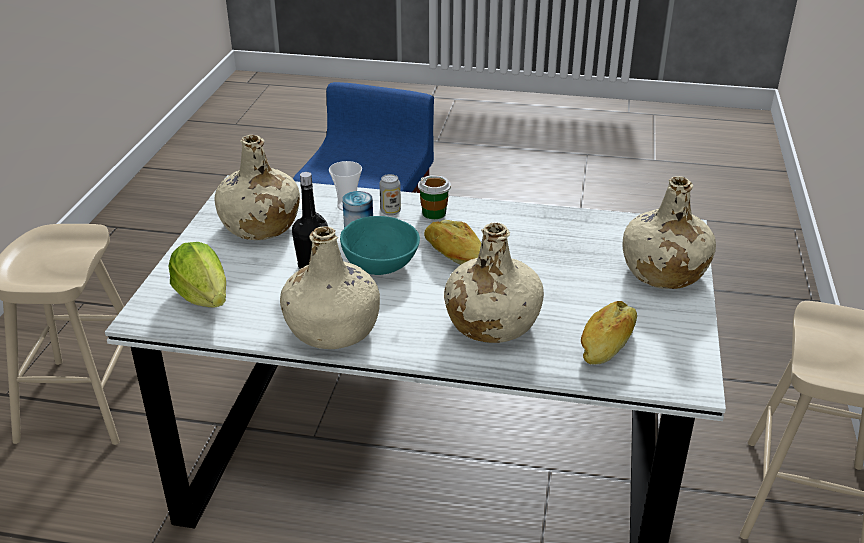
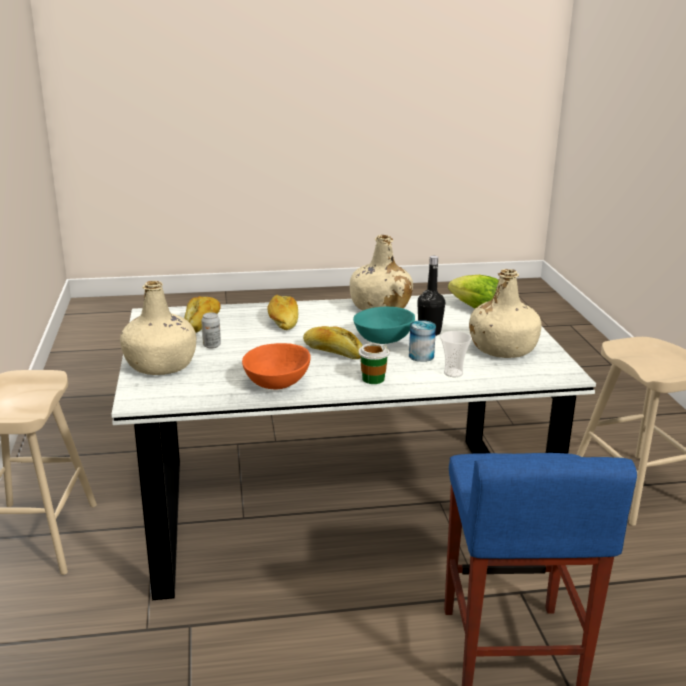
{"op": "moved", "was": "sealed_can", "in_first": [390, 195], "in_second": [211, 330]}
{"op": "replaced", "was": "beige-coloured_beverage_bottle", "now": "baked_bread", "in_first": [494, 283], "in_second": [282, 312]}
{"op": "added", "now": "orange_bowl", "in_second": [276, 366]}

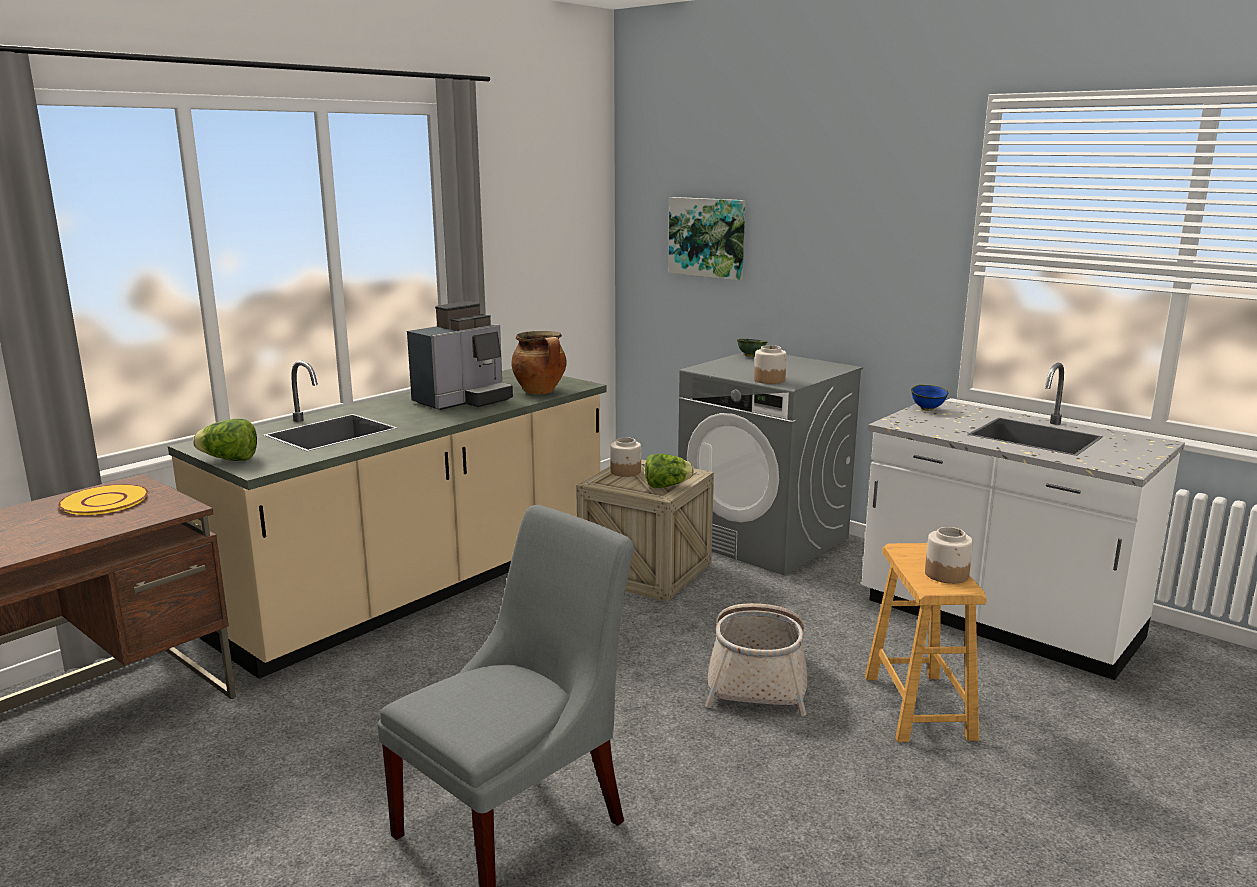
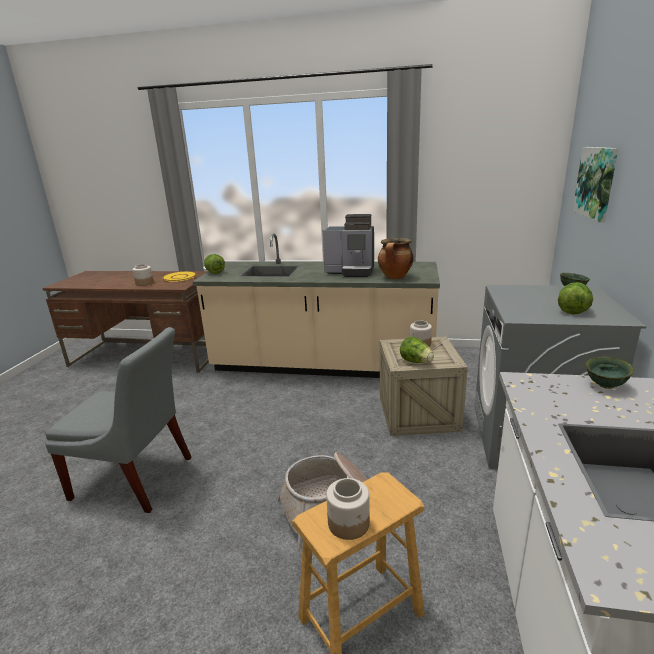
{"op": "moved", "was": "jar", "in_first": [770, 364], "in_second": [143, 275]}
{"op": "recoloured", "was": "bluish_bowl", "now": "greenish_bowl", "in_first": [929, 398], "in_second": [610, 373]}
{"op": "added", "now": "lettuce_head", "in_second": [575, 298]}

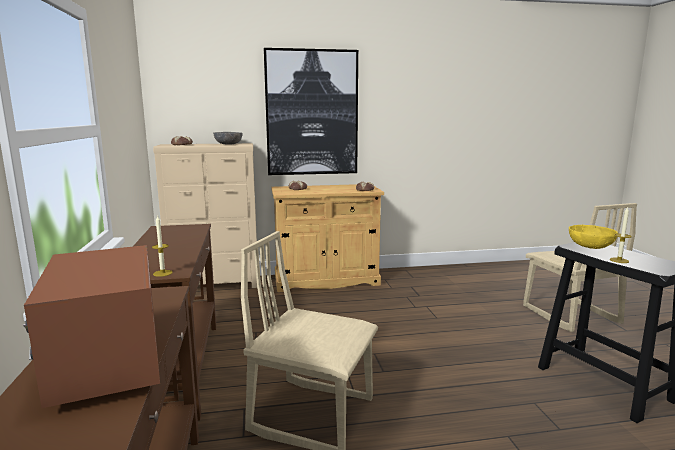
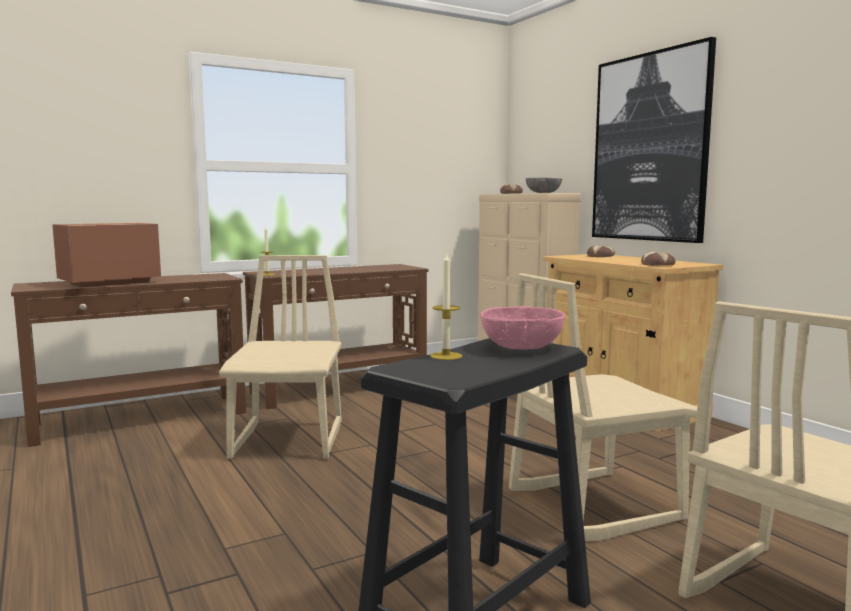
{"op": "recoloured", "was": "yellow-coloured_bowl", "now": "pink-coloured_bowl", "in_first": [593, 237], "in_second": [523, 328]}
{"op": "added", "now": "beige-coloured_upright_chair", "in_second": [603, 407]}

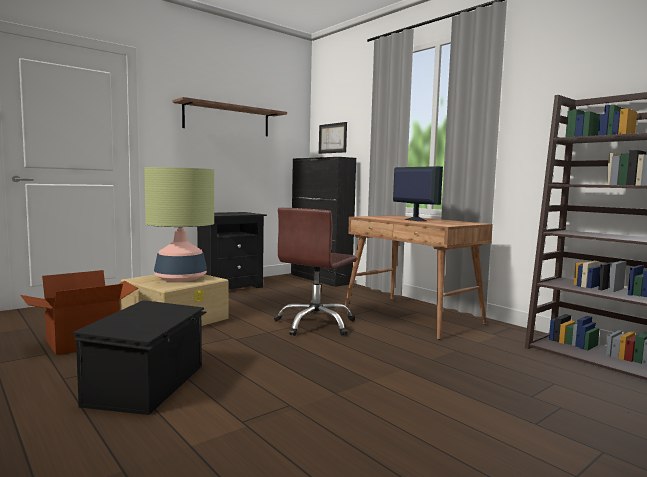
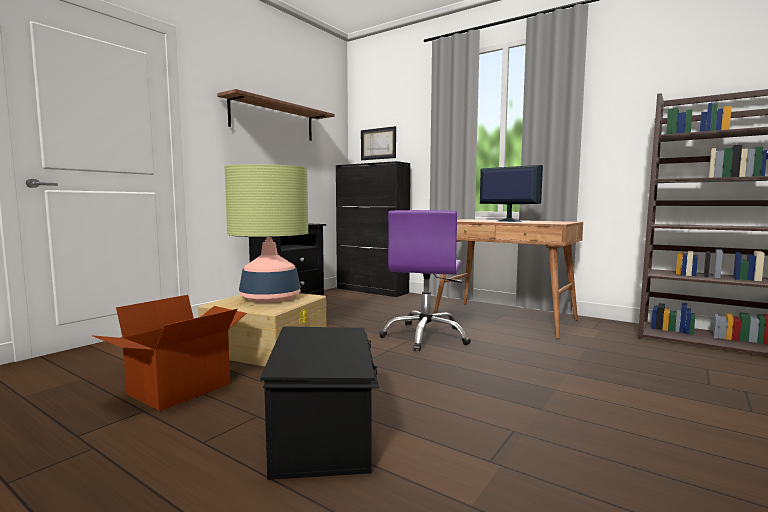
{"op": "recoloured", "was": "brown-coloured_office_chair", "now": "purplish_office_chair", "in_first": [315, 272], "in_second": [425, 280]}

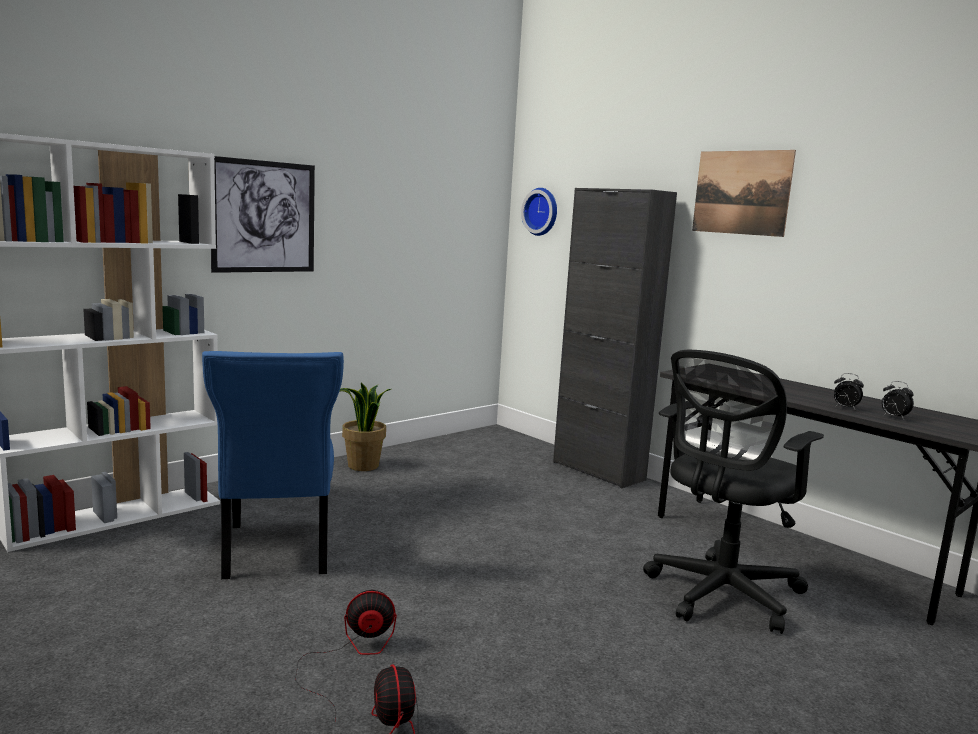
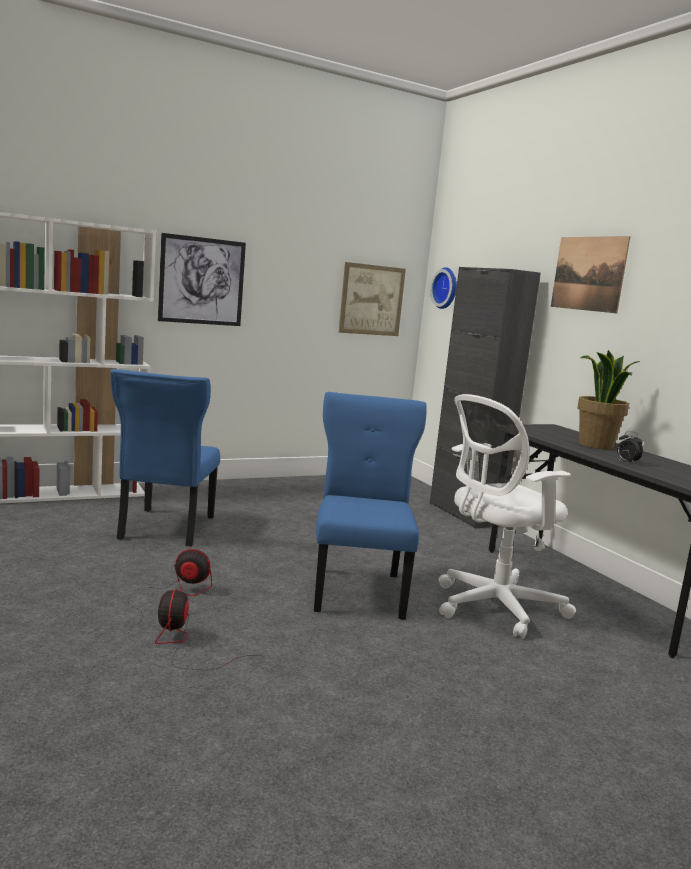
{"op": "recoloured", "was": "black-coloured_office_chair", "now": "whitish_office_chair", "in_first": [733, 492], "in_second": [507, 516]}
{"op": "removed", "was": "table_clock", "in_first": [898, 400]}
{"op": "moved", "was": "plant_in_a_pot", "in_first": [365, 427], "in_second": [608, 400]}
{"op": "added", "now": "wall_art", "in_second": [372, 299]}
{"op": "added", "now": "bluish_upright_chair", "in_second": [370, 506]}

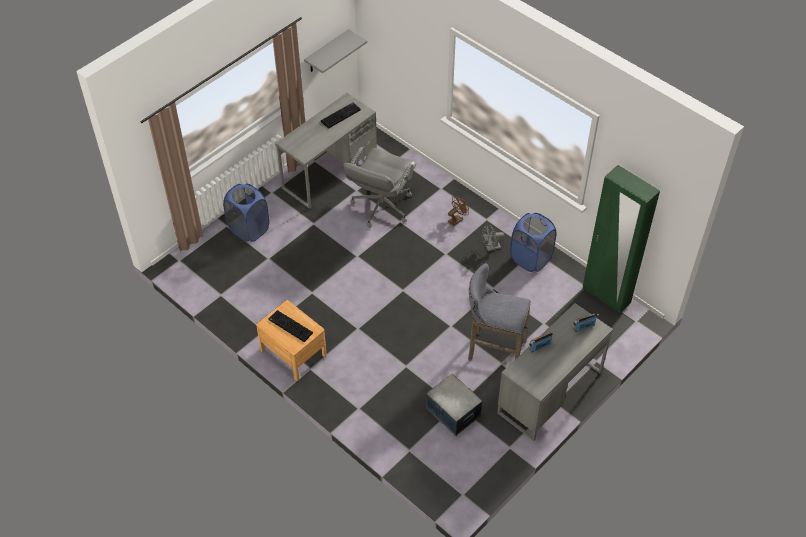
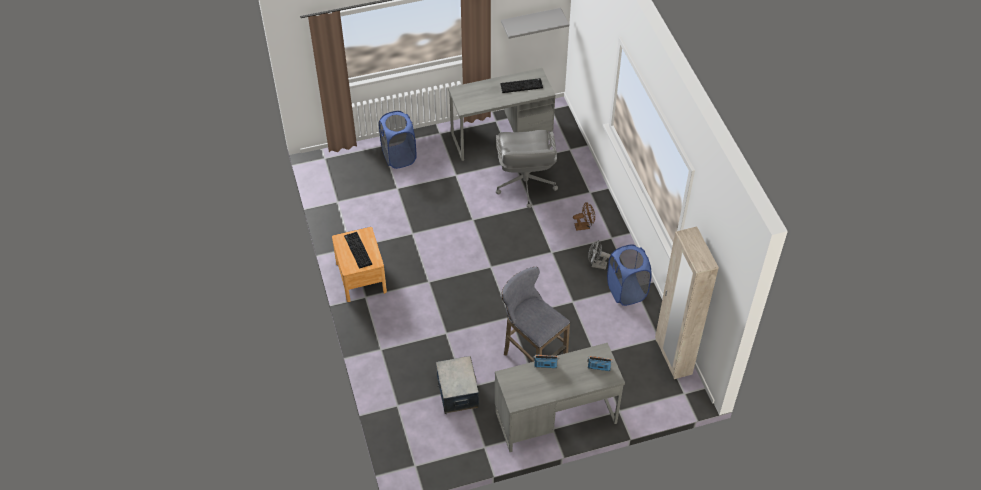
{"op": "turned", "was": "gray_office_chair", "in_first": [380, 187], "in_second": [527, 169], "clockwise": -60}
{"op": "recoloured", "was": "greenish_clothes_cupboard", "now": "beige-coloured_clothes_cupboard", "in_first": [621, 239], "in_second": [687, 303]}

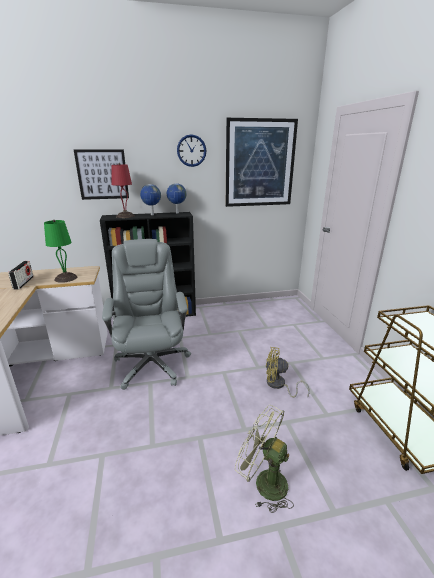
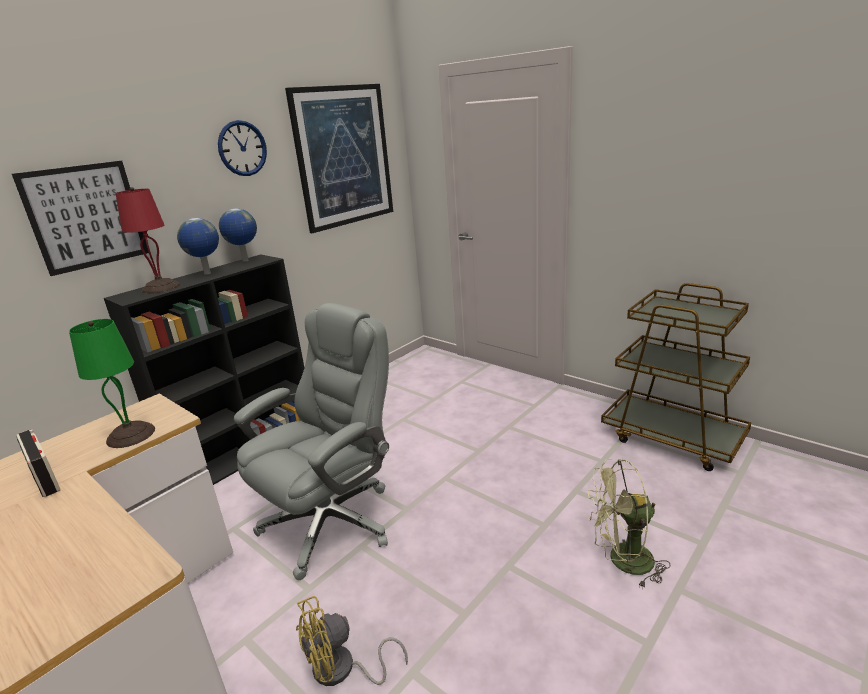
{"op": "turned", "was": "gray_office_chair", "in_first": [146, 314], "in_second": [311, 441], "clockwise": 90}
{"op": "moved", "was": "yellow-coloured_fan", "in_first": [288, 372], "in_second": [352, 641]}

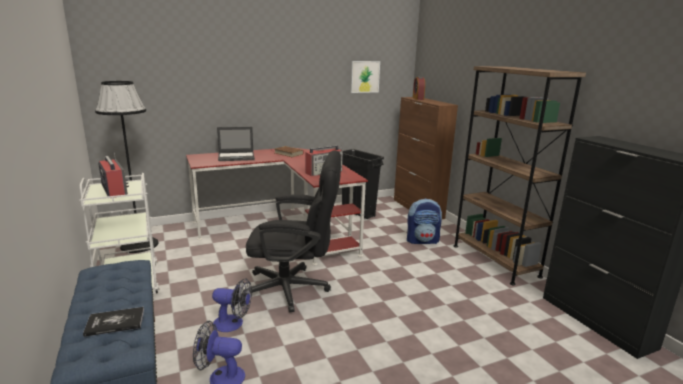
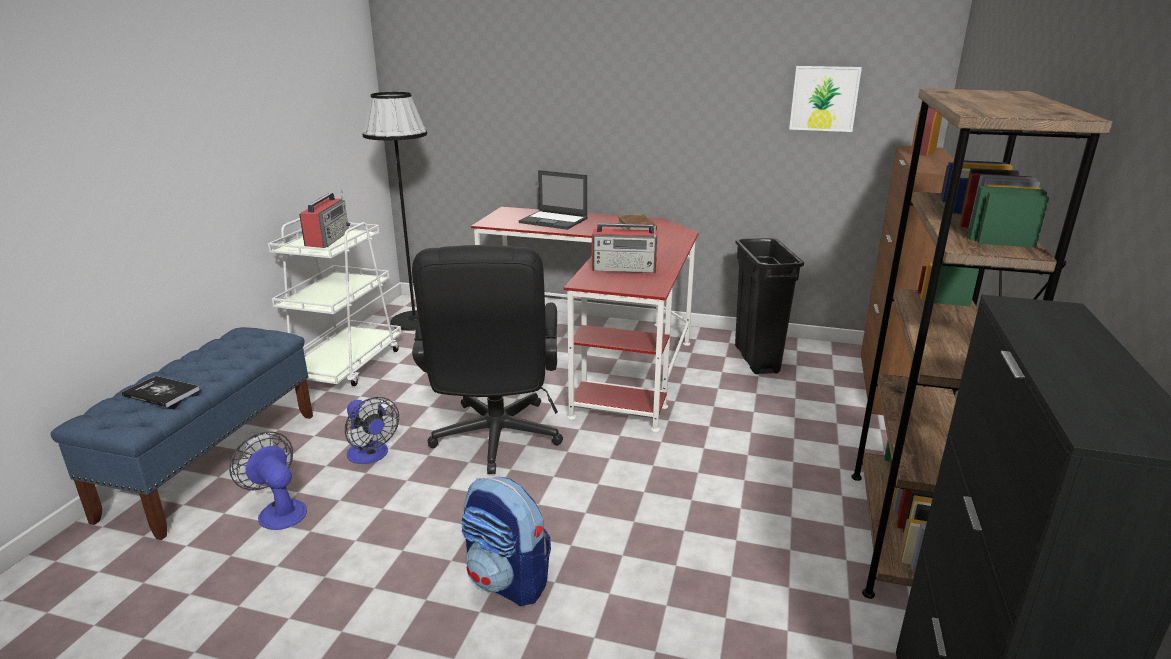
{"op": "turned", "was": "black-coloured_office_chair", "in_first": [293, 231], "in_second": [487, 359], "clockwise": 45}
{"op": "moved", "was": "backpack", "in_first": [424, 221], "in_second": [506, 541]}

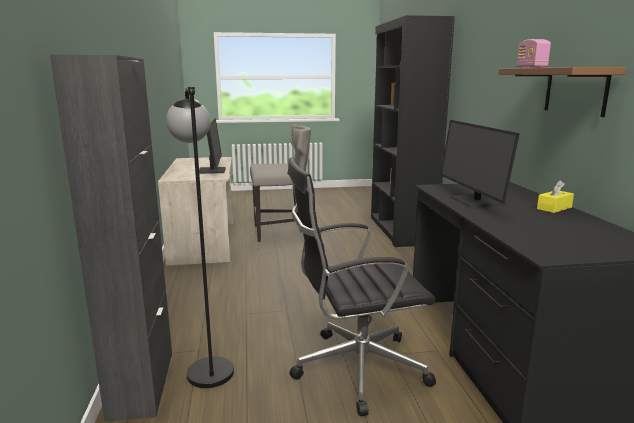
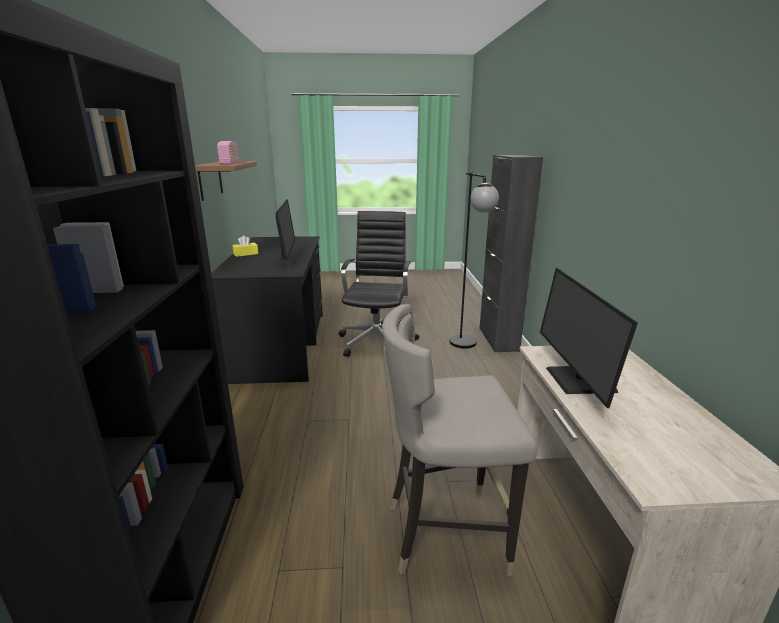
{"op": "turned", "was": "black-coloured_office_chair", "in_first": [362, 286], "in_second": [379, 284], "clockwise": -75}

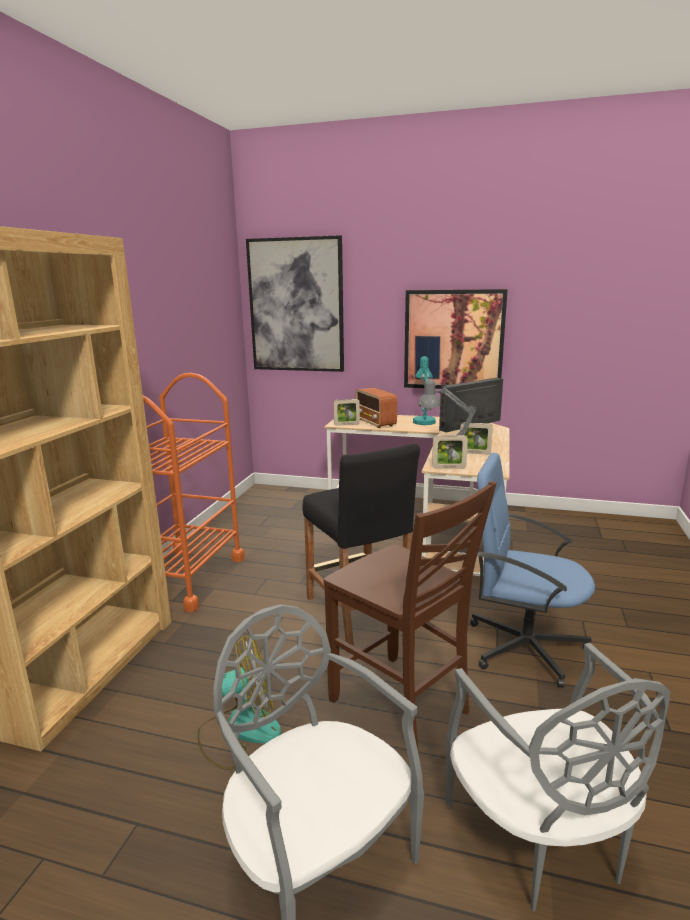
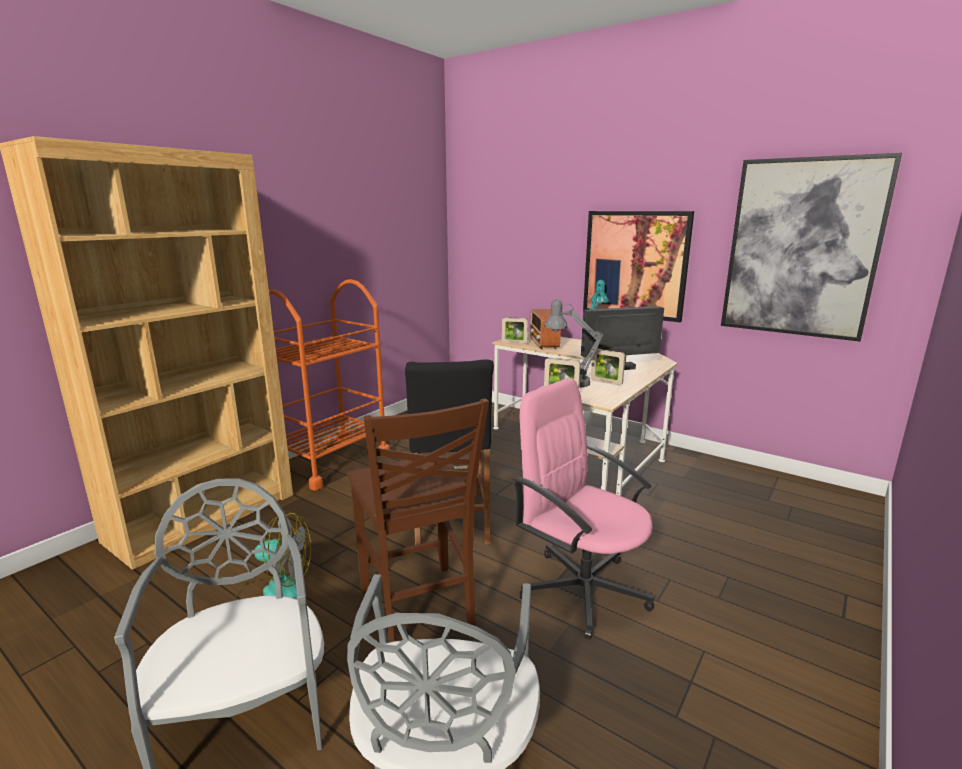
{"op": "moved", "was": "wall_art", "in_first": [295, 303], "in_second": [811, 247]}
{"op": "recoloured", "was": "bluish_office_chair", "now": "pink-coloured_office_chair", "in_first": [532, 570], "in_second": [584, 508]}

